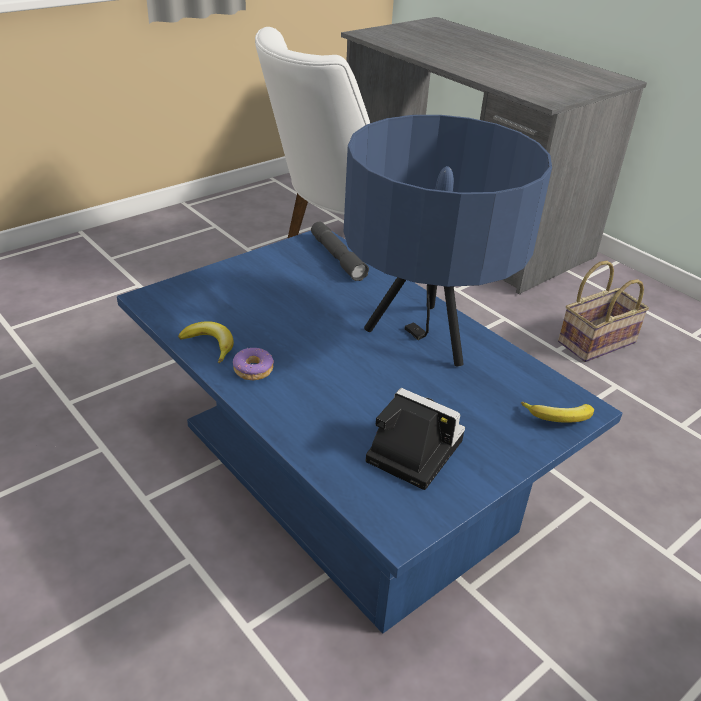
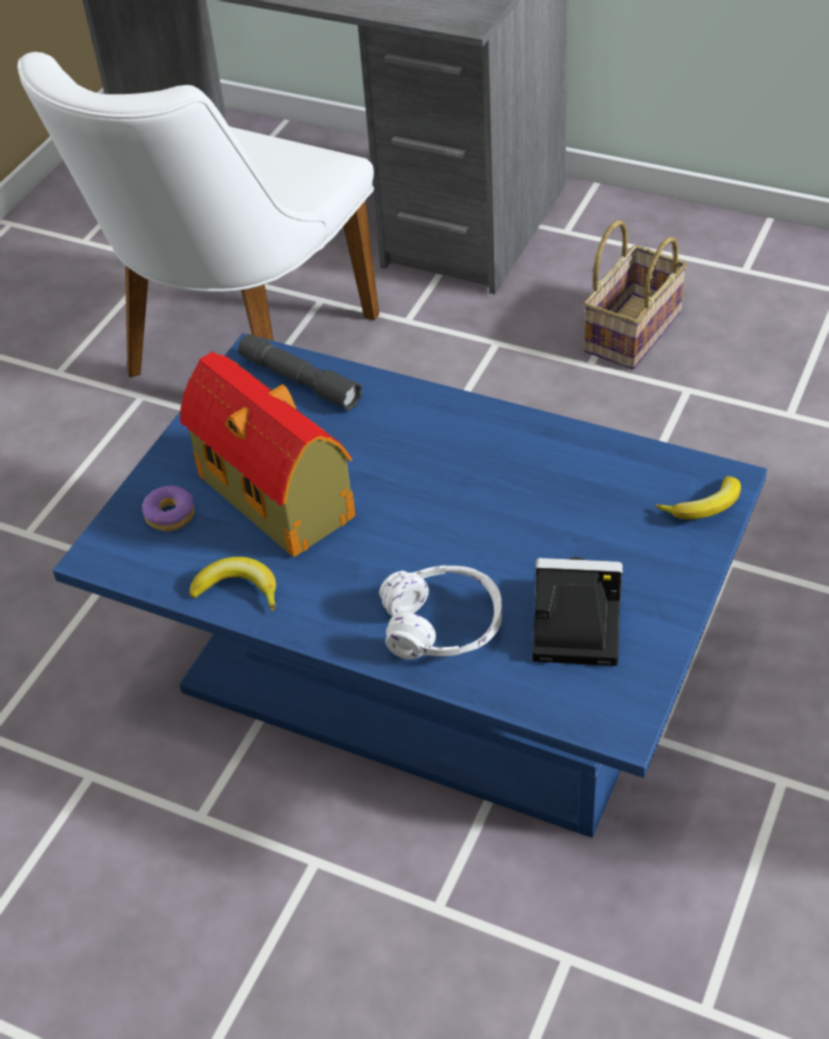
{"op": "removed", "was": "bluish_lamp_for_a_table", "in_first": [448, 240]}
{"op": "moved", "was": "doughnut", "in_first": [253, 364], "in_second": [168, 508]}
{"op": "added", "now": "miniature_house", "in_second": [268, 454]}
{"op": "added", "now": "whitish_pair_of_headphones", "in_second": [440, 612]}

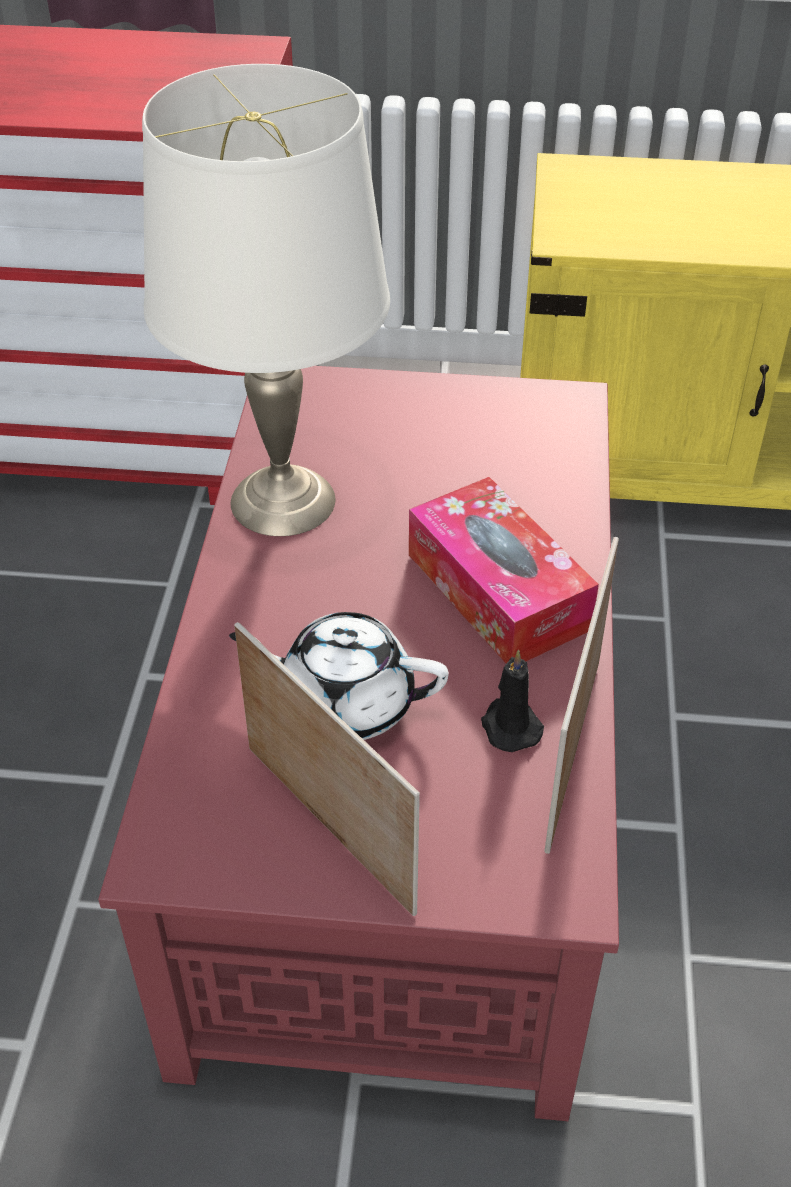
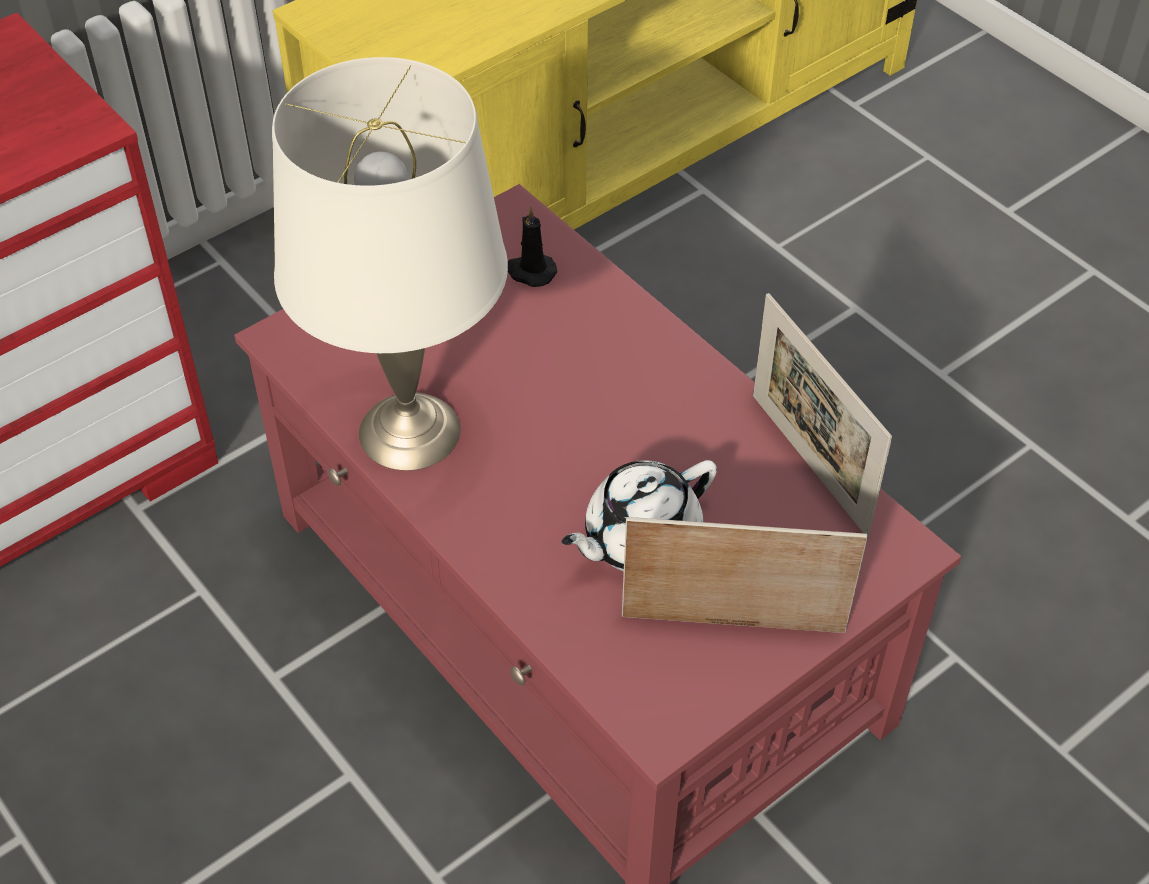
{"op": "removed", "was": "tissue_box", "in_first": [504, 570]}
{"op": "moved", "was": "black-coloured_wax_light", "in_first": [512, 701], "in_second": [532, 247]}

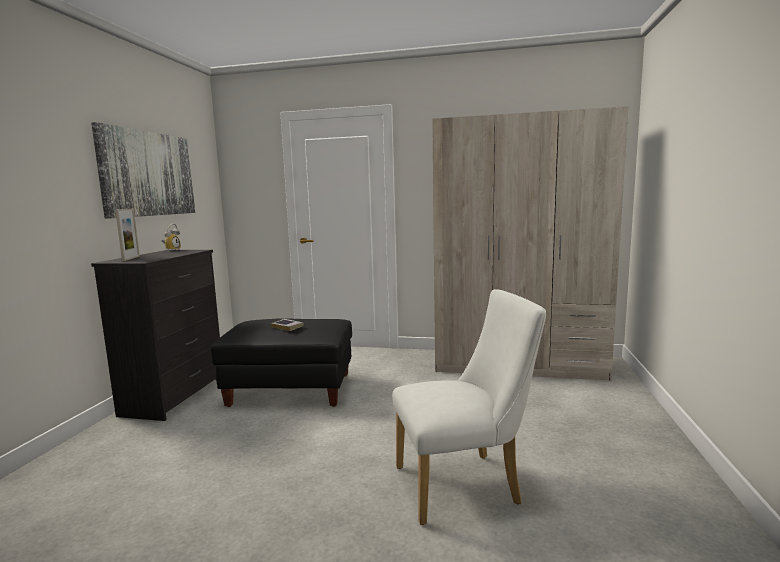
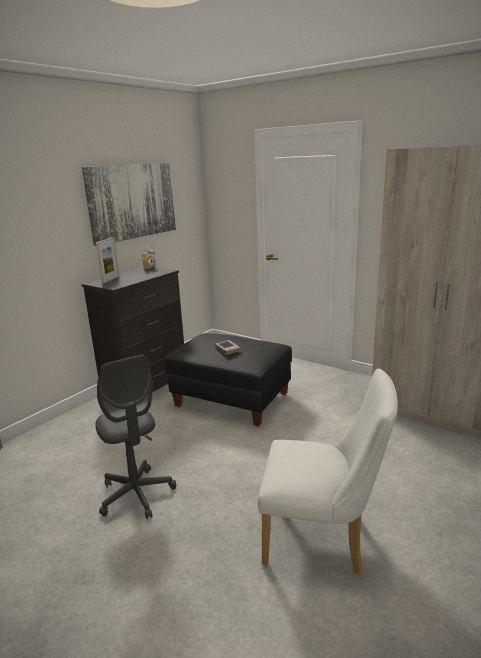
{"op": "added", "now": "gray_office_chair", "in_second": [135, 437]}

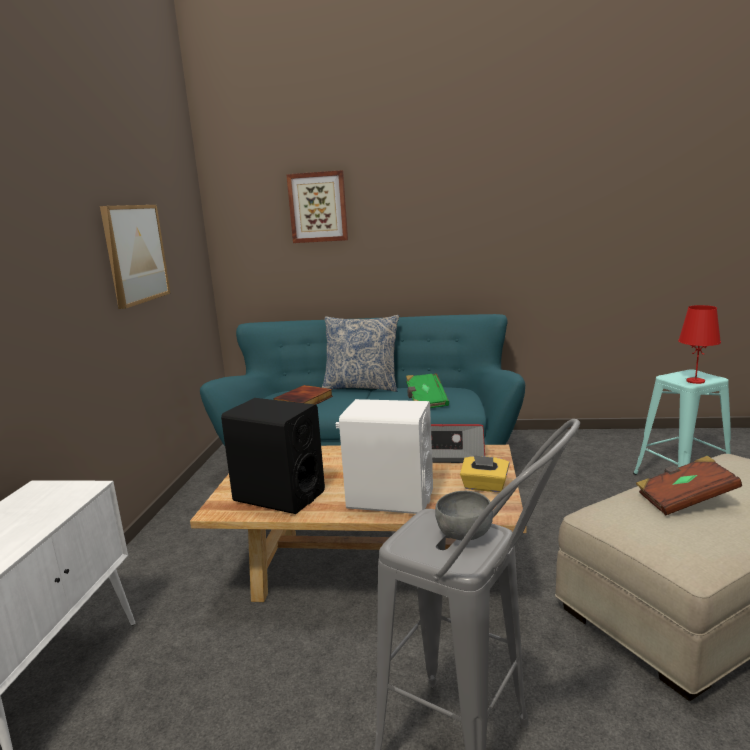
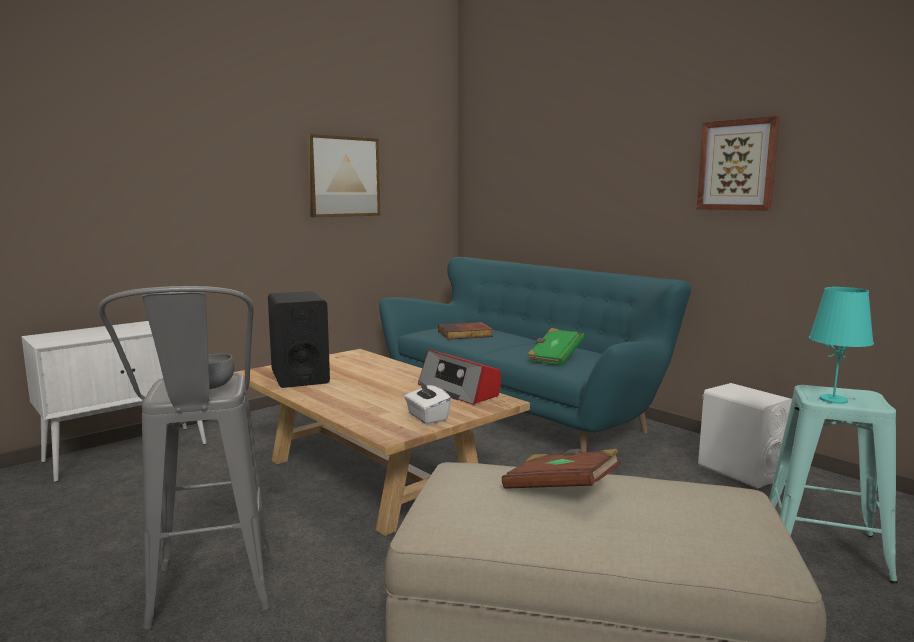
{"op": "moved", "was": "wall_art", "in_first": [317, 206], "in_second": [738, 163]}
{"op": "recoloured", "was": "red-coloured_lamp_for_a_table", "now": "turquoise-coloured_lamp_for_a_table", "in_first": [699, 344], "in_second": [841, 345]}
{"op": "removed", "was": "throw_pillow", "in_first": [360, 353]}
{"op": "moved", "was": "whitish_loudspeaker", "in_first": [384, 456], "in_second": [745, 435]}
{"op": "recoloured", "was": "yellow-coloured_tissue_box", "now": "whitish_tissue_box", "in_first": [485, 473], "in_second": [427, 402]}

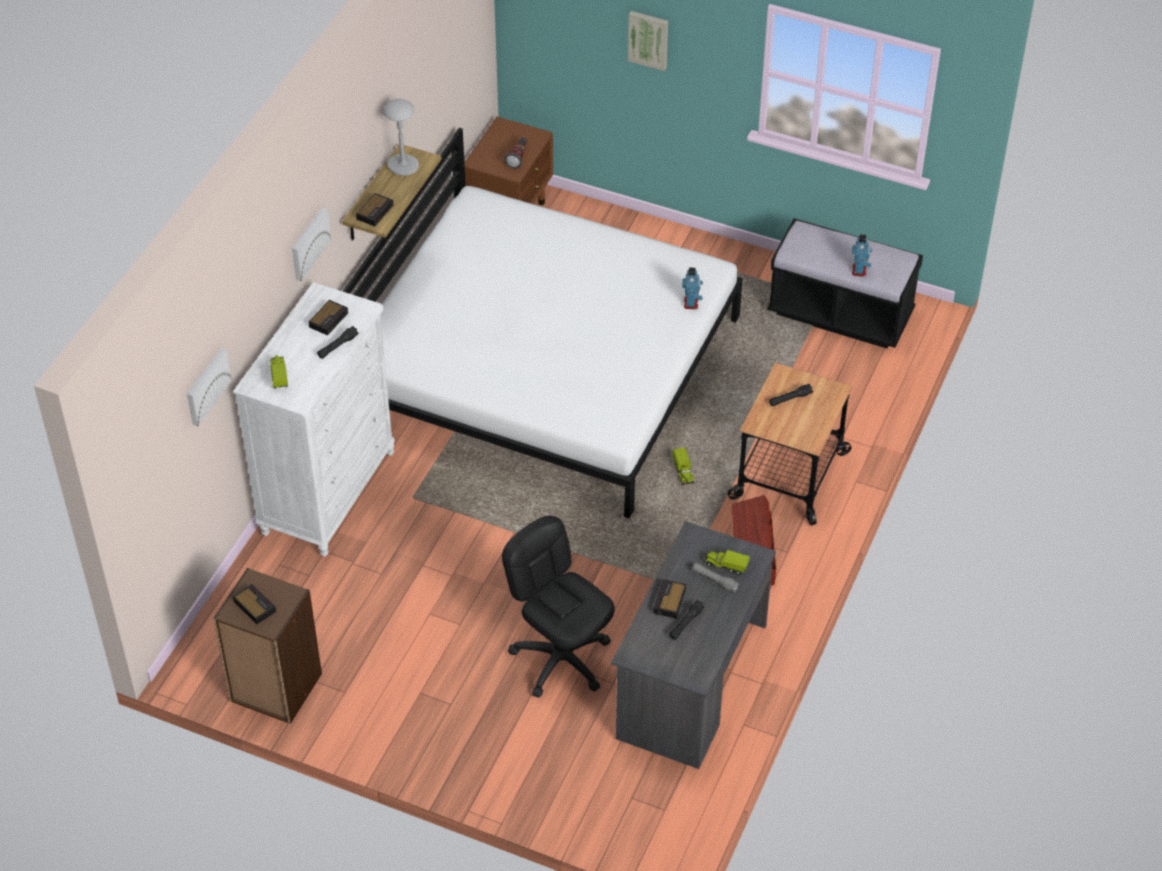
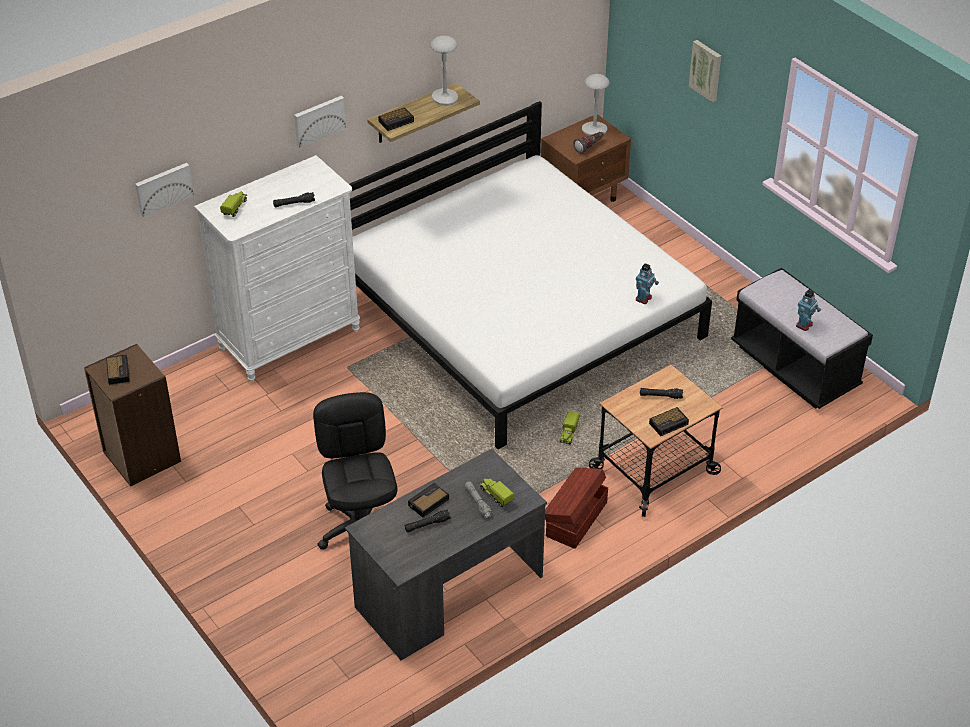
{"op": "moved", "was": "table_clock", "in_first": [328, 318], "in_second": [669, 421]}
{"op": "added", "now": "gray_lamp_for_a_table", "in_second": [596, 105]}

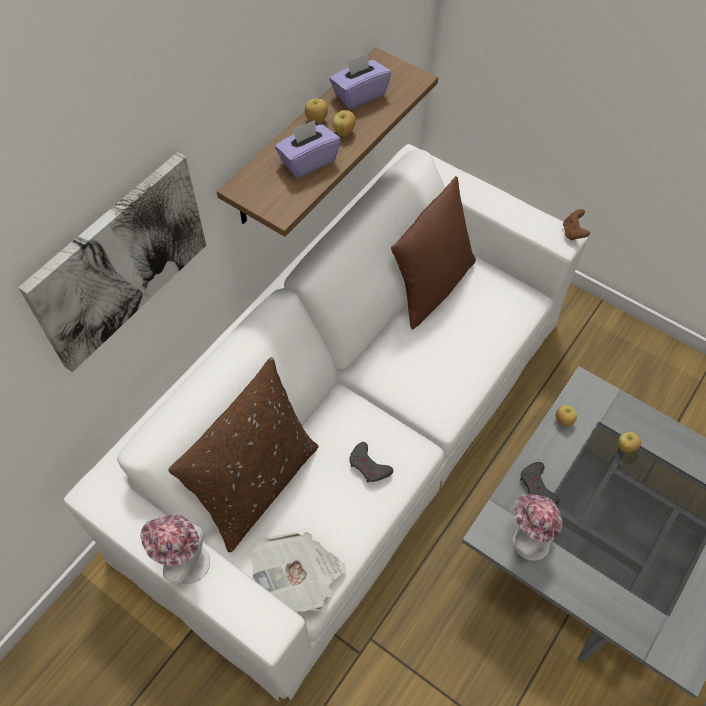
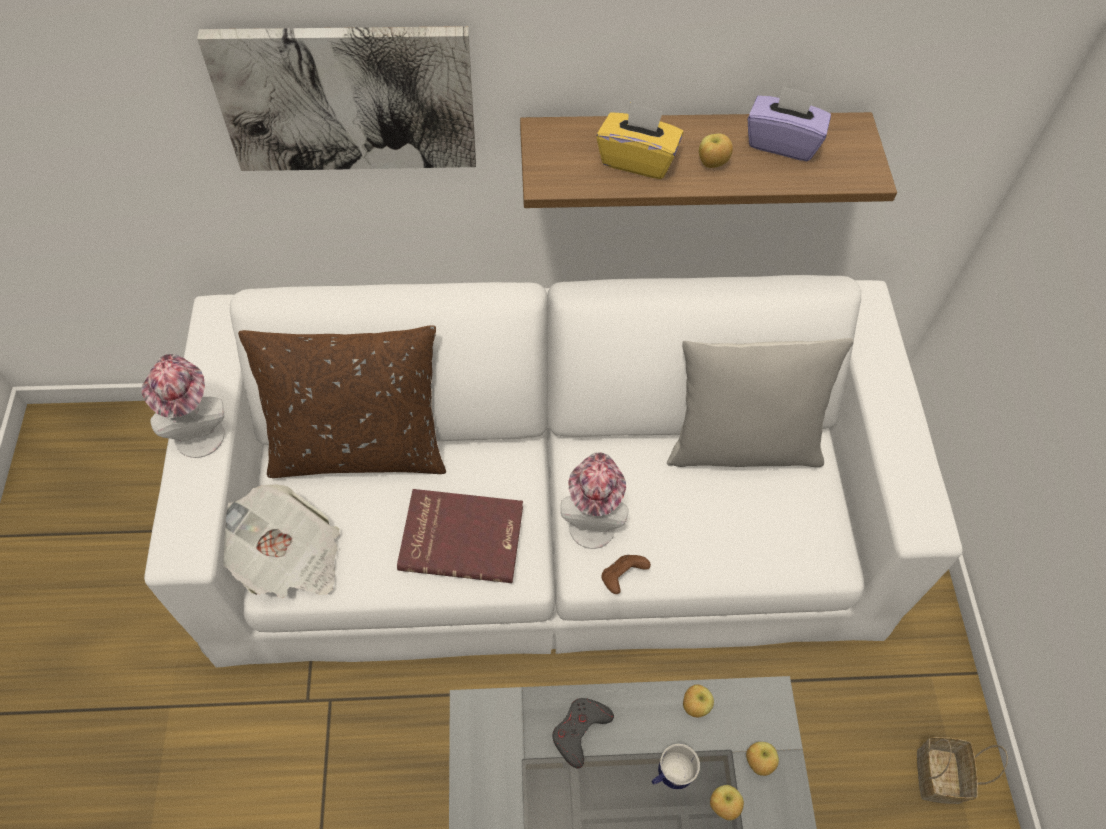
{"op": "moved", "was": "whole_apple", "in_first": [316, 110], "in_second": [762, 759]}
{"op": "recoloured", "was": "purplish_tissue_box", "now": "yellow-coloured_tissue_box", "in_first": [307, 149], "in_second": [639, 141]}
{"op": "recoloured", "was": "brown-coloured_throw_pillow", "now": "gray_throw_pillow", "in_first": [433, 252], "in_second": [760, 402]}
{"op": "moved", "was": "brown-coloured_gamepad", "in_first": [576, 225], "in_second": [626, 574]}
{"op": "replaced", "was": "gray_gamepad", "now": "red-coloured_book", "in_first": [371, 462], "in_second": [460, 536]}
{"op": "moved", "was": "wearable_hat", "in_first": [537, 527], "in_second": [595, 500]}
{"op": "added", "now": "storage_basket", "in_second": [962, 770]}
{"op": "added", "now": "mug", "in_second": [676, 767]}

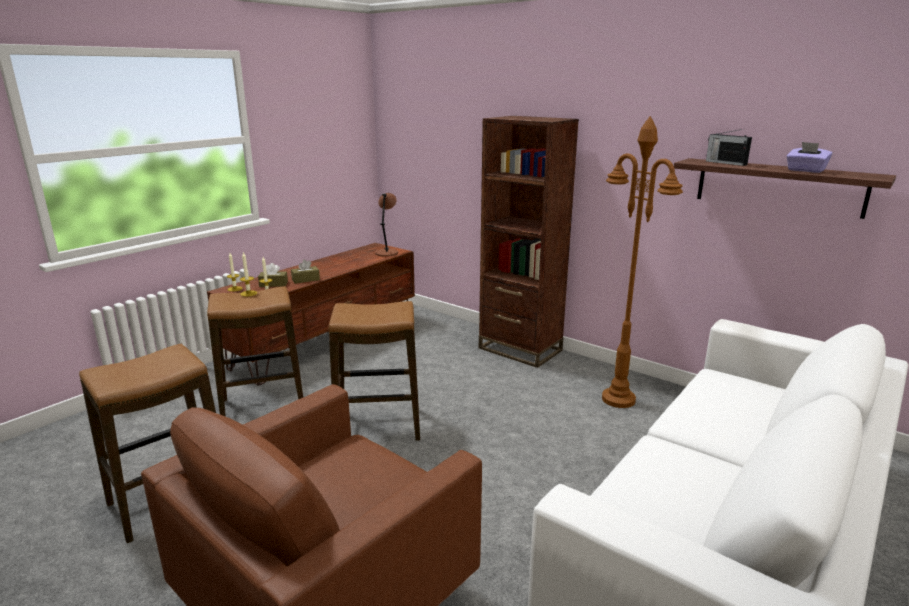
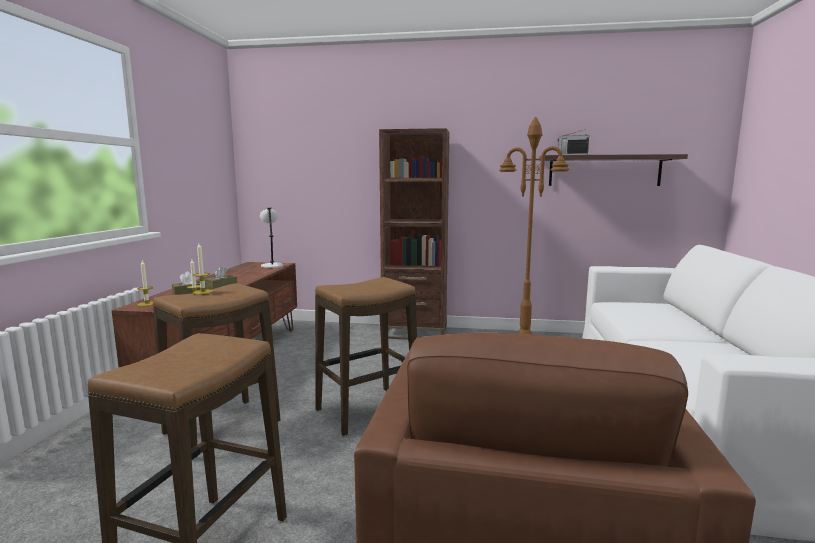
{"op": "removed", "was": "purplish_tissue_box", "in_first": [809, 157]}
{"op": "recoloured", "was": "brown-coloured_lamp_for_a_table", "now": "gray_lamp_for_a_table", "in_first": [386, 225], "in_second": [272, 238]}

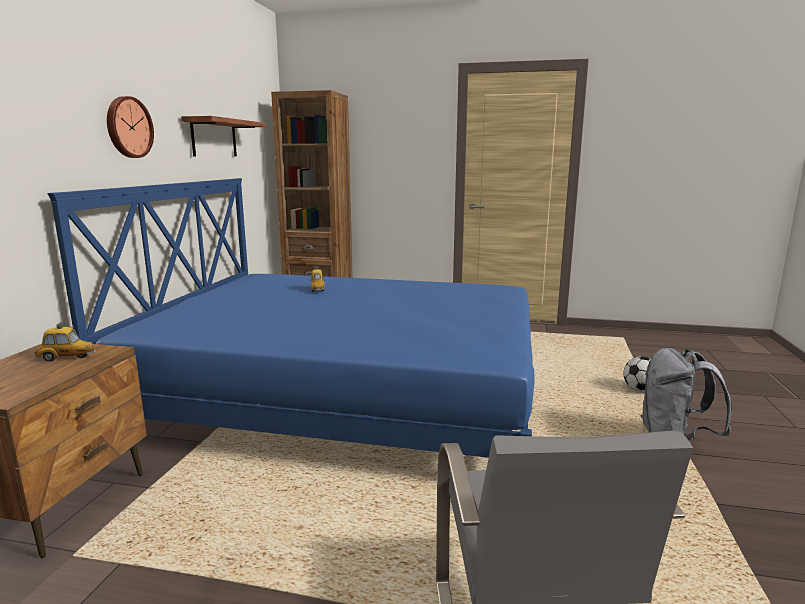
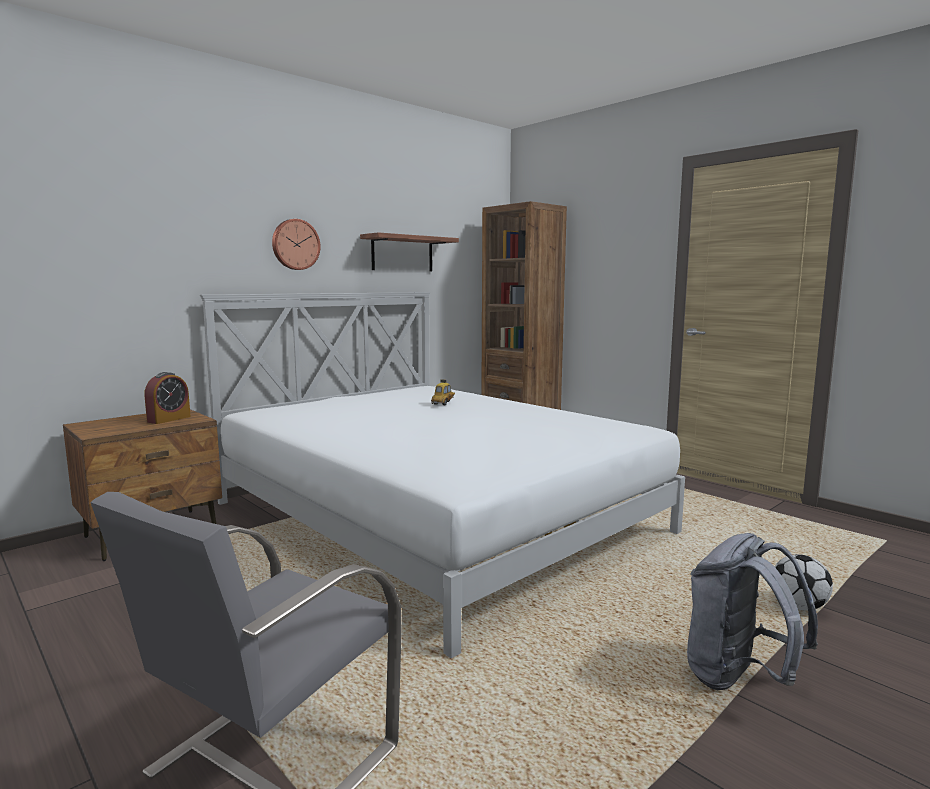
{"op": "recoloured", "was": "bluish_bed", "now": "whitish_bed", "in_first": [290, 318], "in_second": [442, 475]}
{"op": "replaced", "was": "model_car", "now": "table_clock", "in_first": [65, 342], "in_second": [167, 398]}

